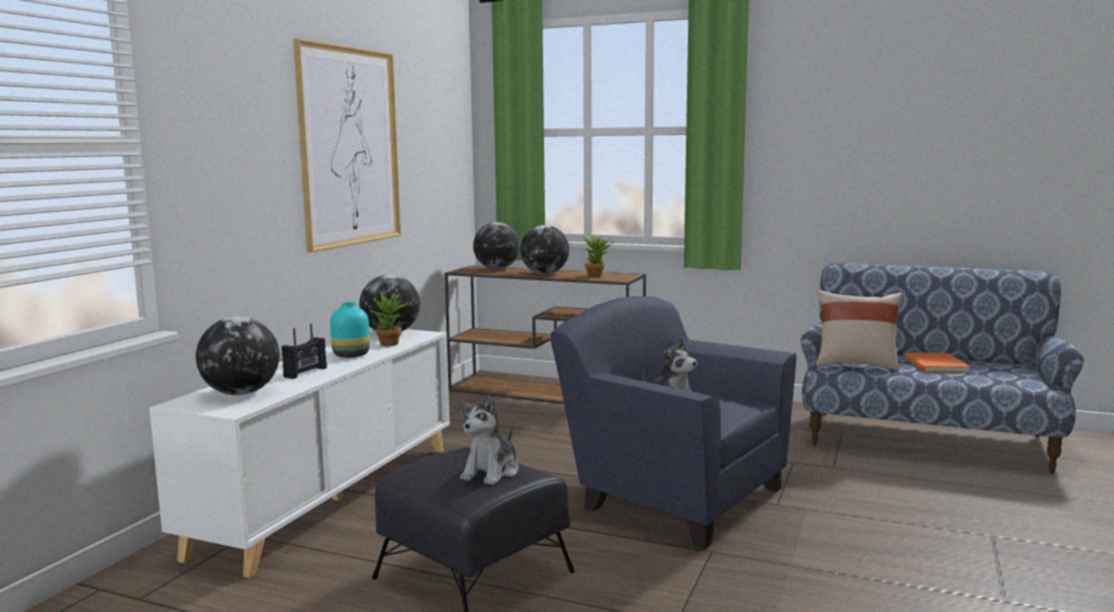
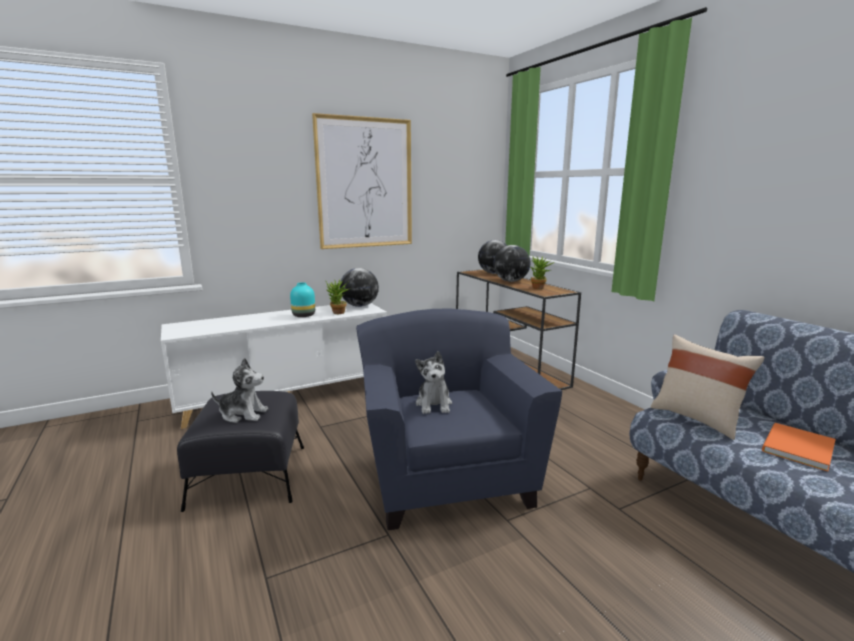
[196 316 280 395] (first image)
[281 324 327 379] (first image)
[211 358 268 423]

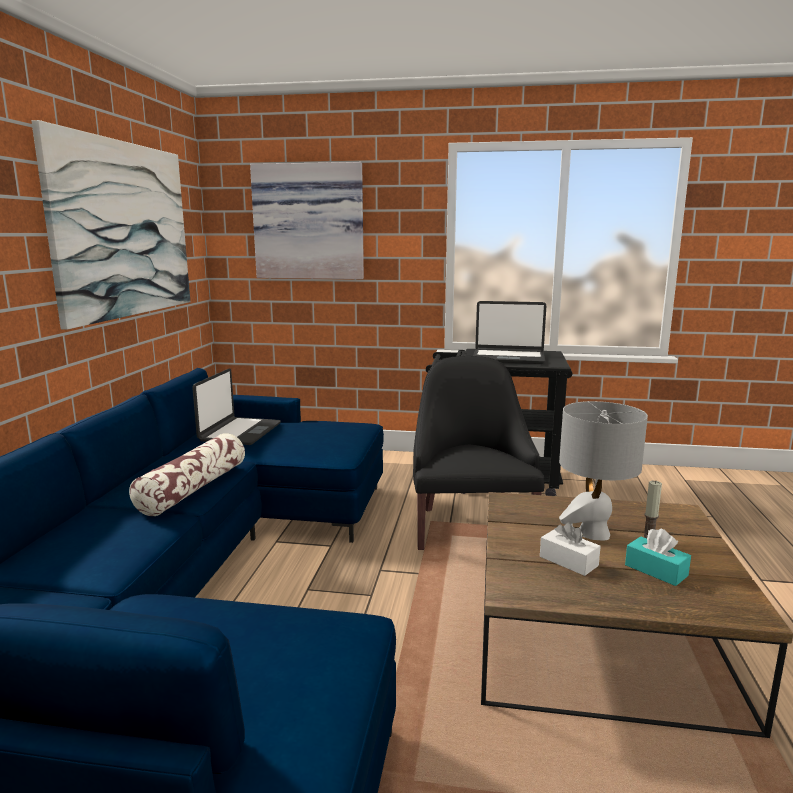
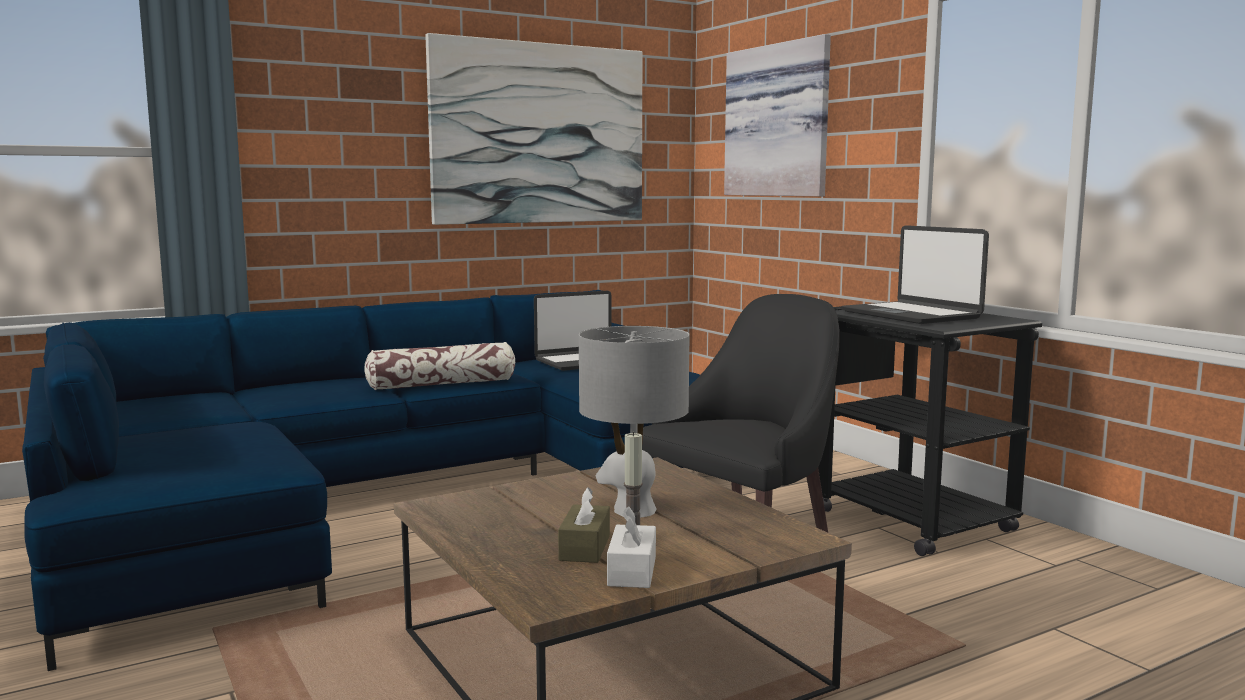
[607 506 656 588]
[558 487 610 563]

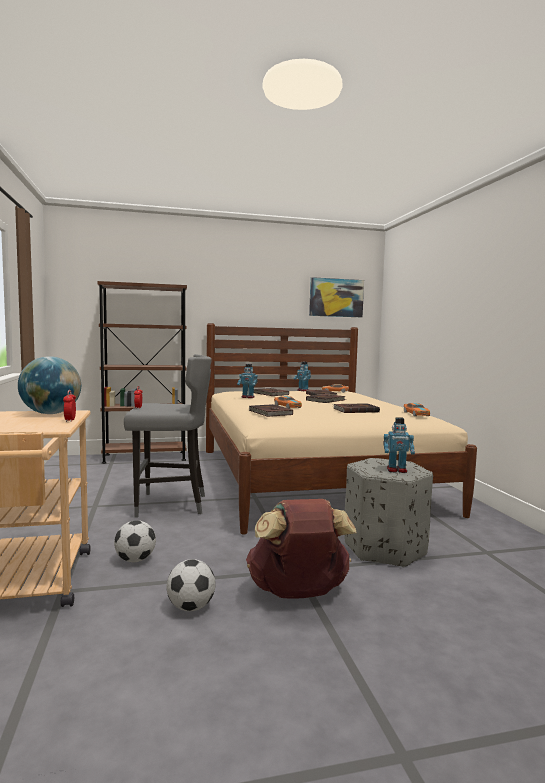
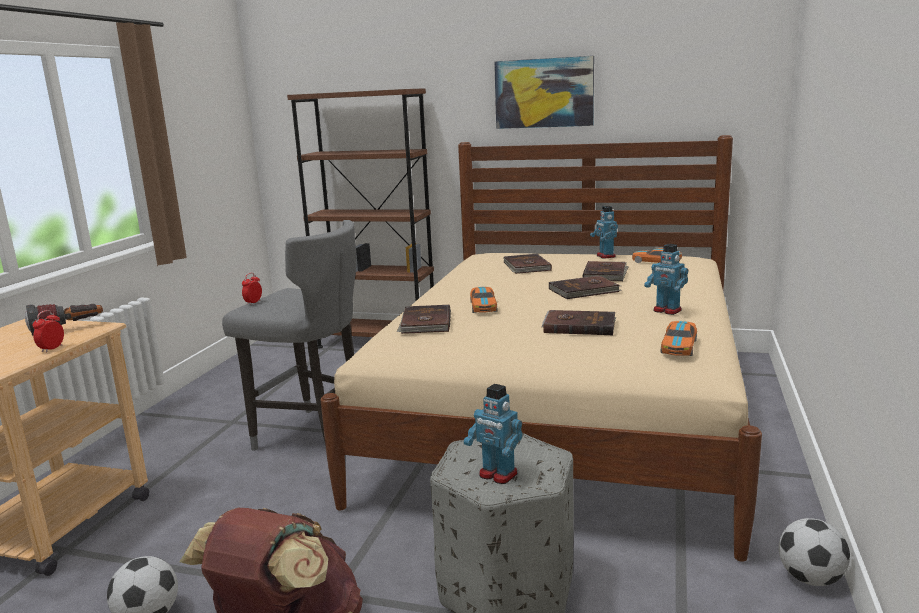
[778 518 850 586]
[644 244 688 315]
[494 56 594 129]
[25 304 103 335]

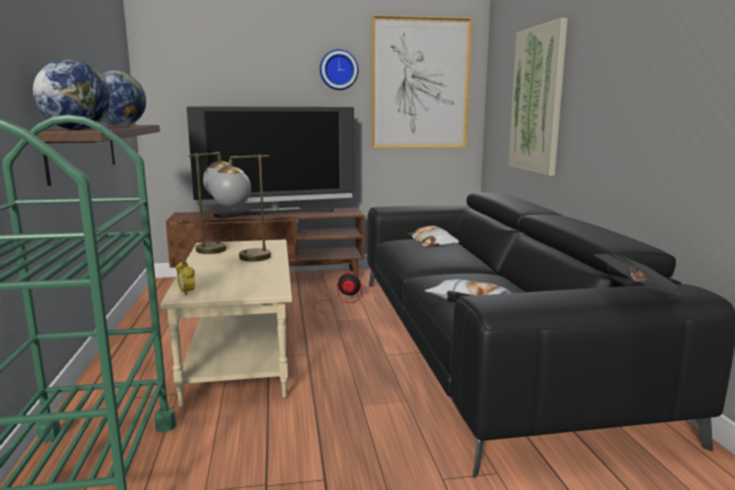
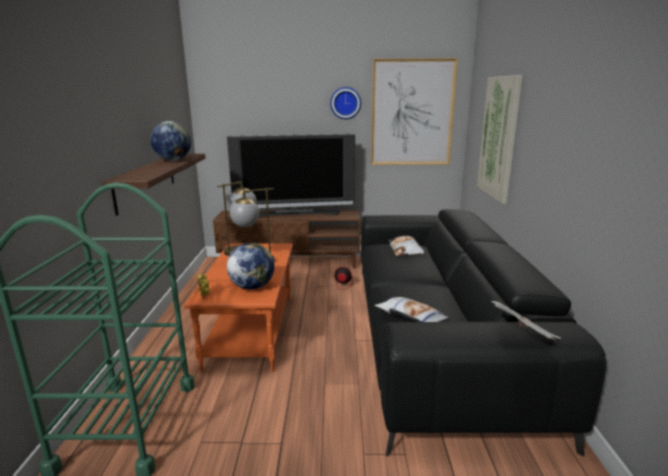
[227 243 275 290]
[184 243 293 372]

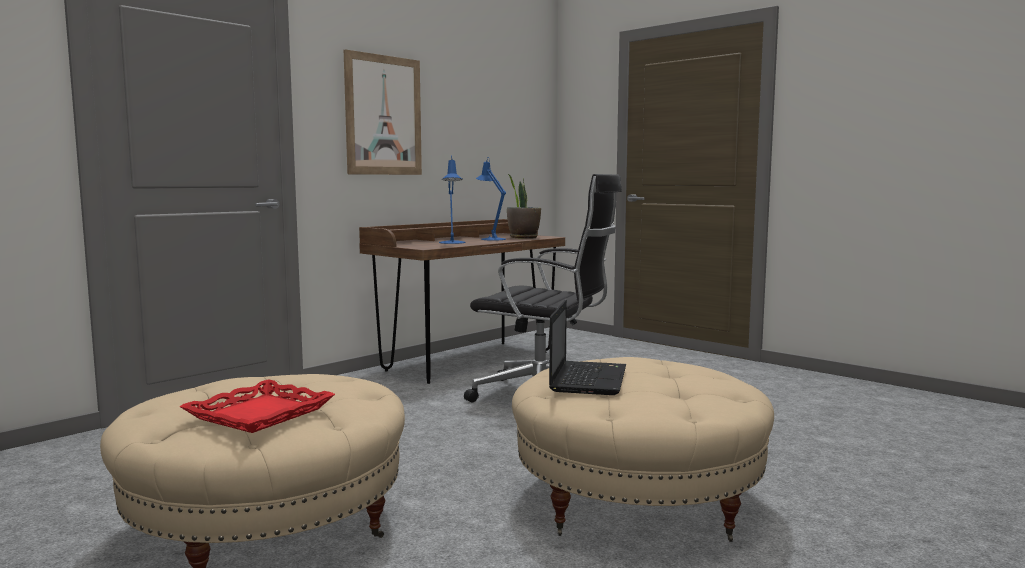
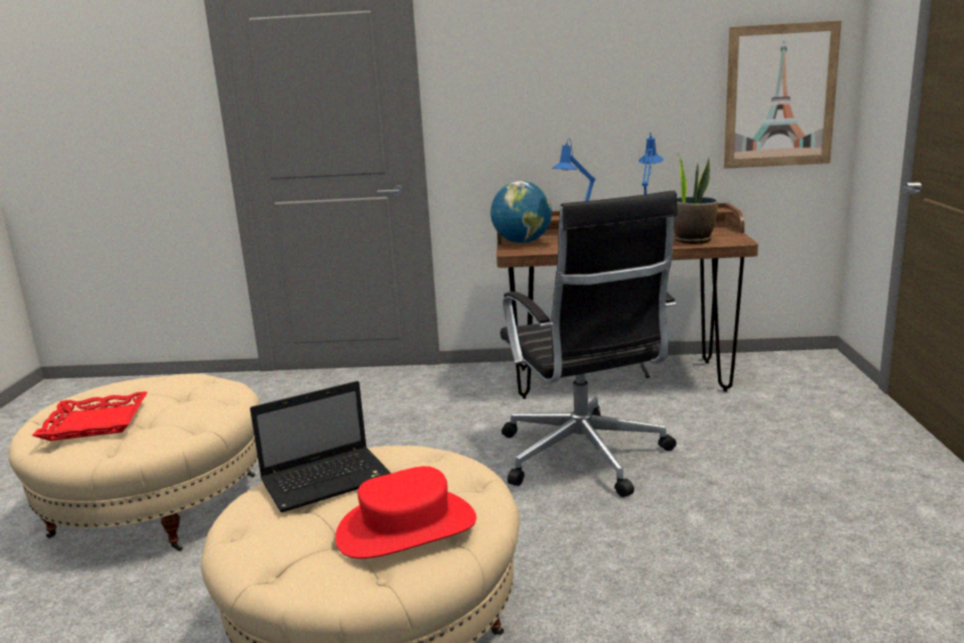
[335 466 476 559]
[491 181 552 243]
[724 20 842 169]

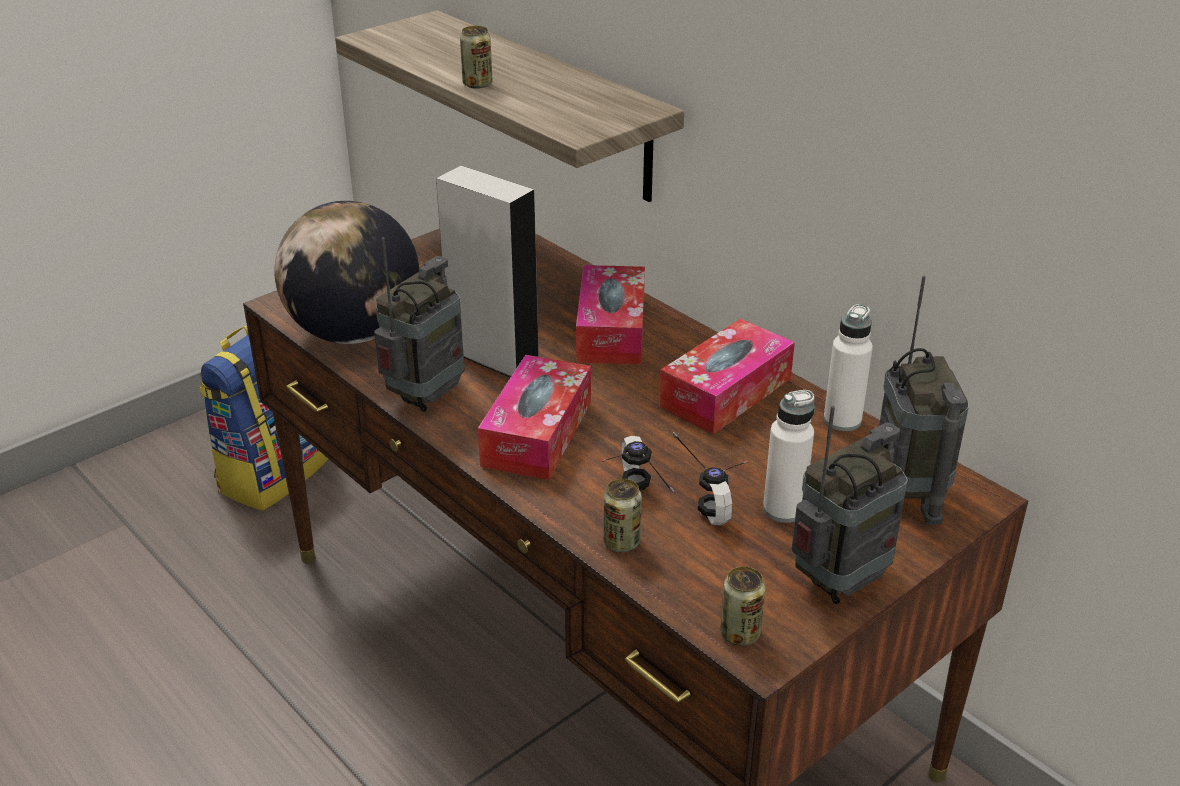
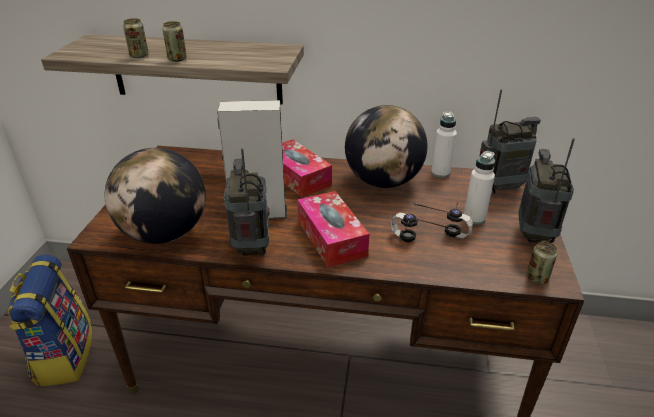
[123 18 149 58]
[345 105 428 188]
[479 89 541 194]

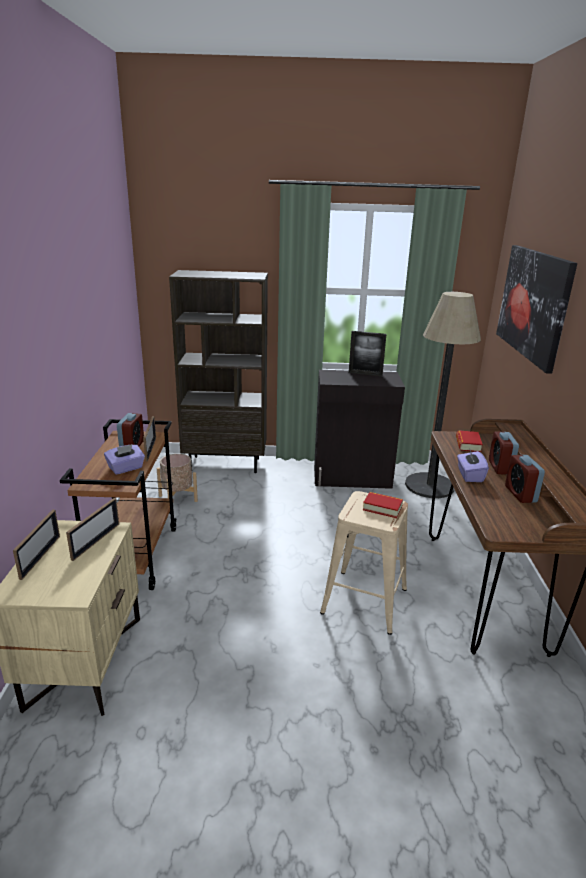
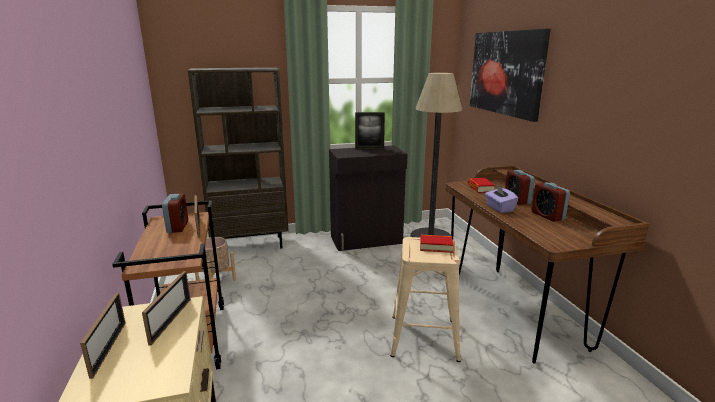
[104 444 145 475] (first image)

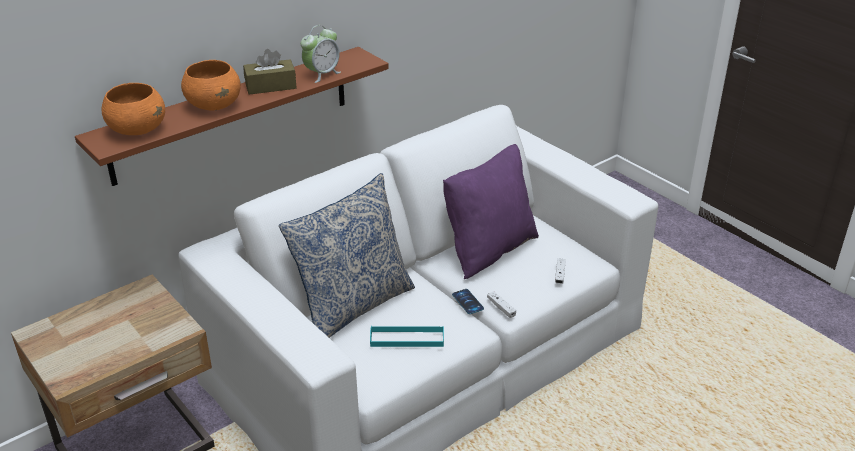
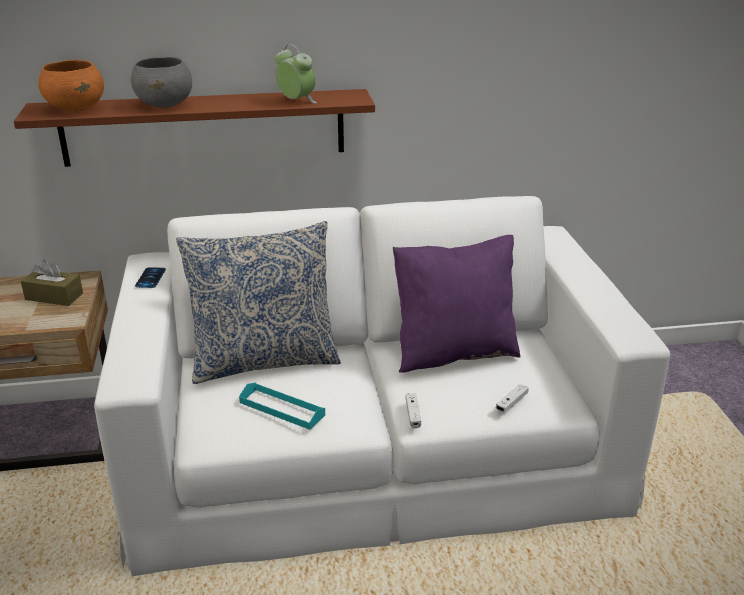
[21 260 83 306]
[135 267 166 288]
[131 57 192 108]
[275 44 317 104]

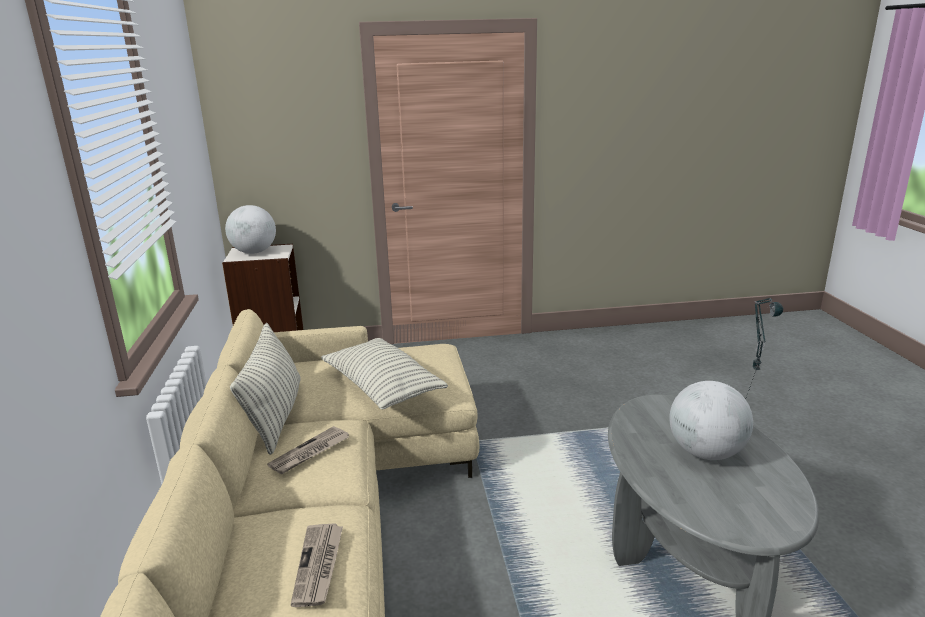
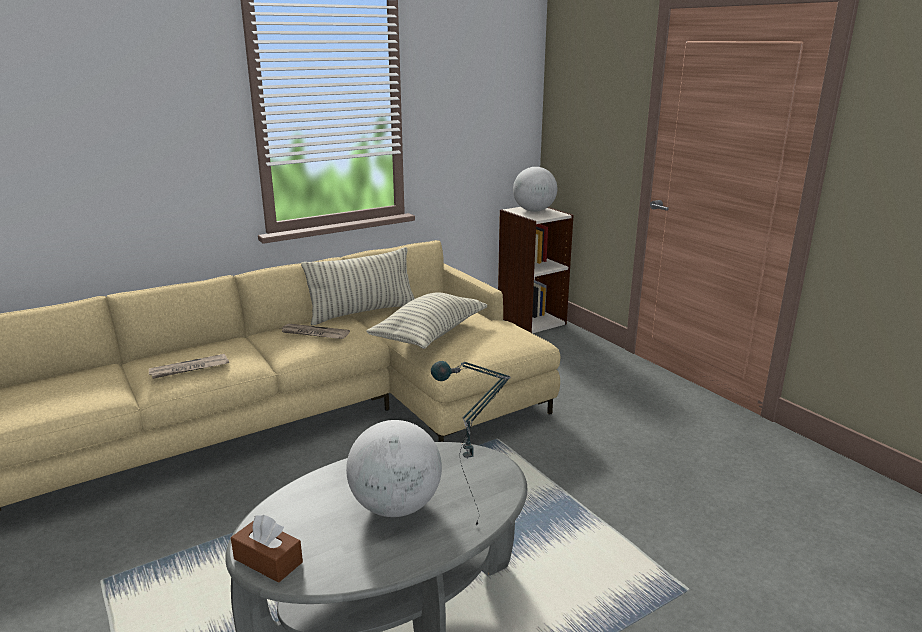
[231 515 303 583]

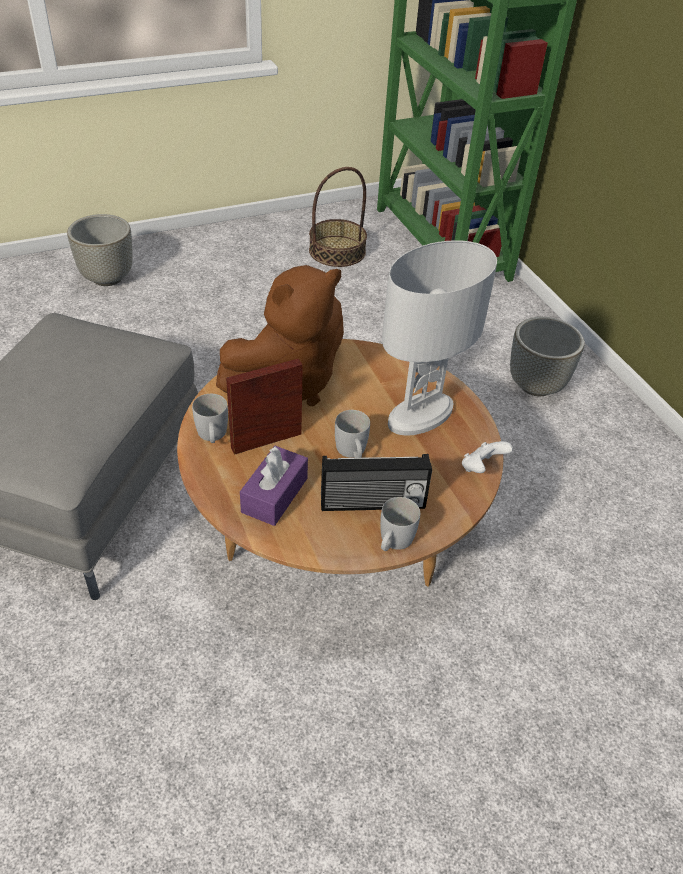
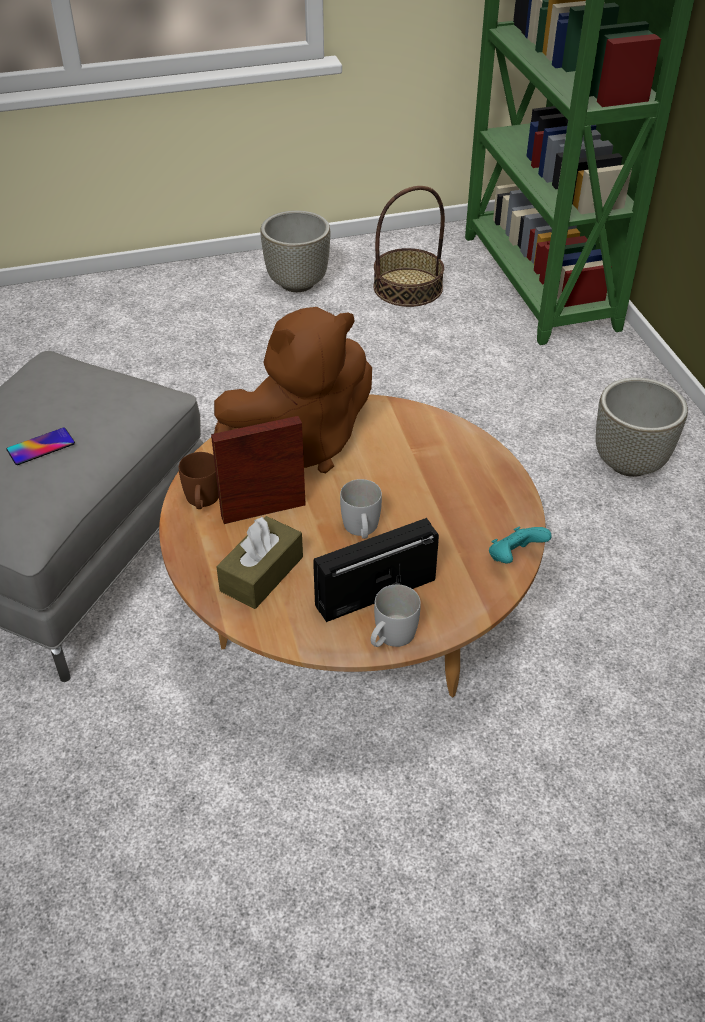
[382 240 497 435] (first image)
[7 428 75 465]
[260 210 330 292]
[179 452 219 509]
[216 516 303 609]
[489 527 552 564]
[313 518 439 622]

